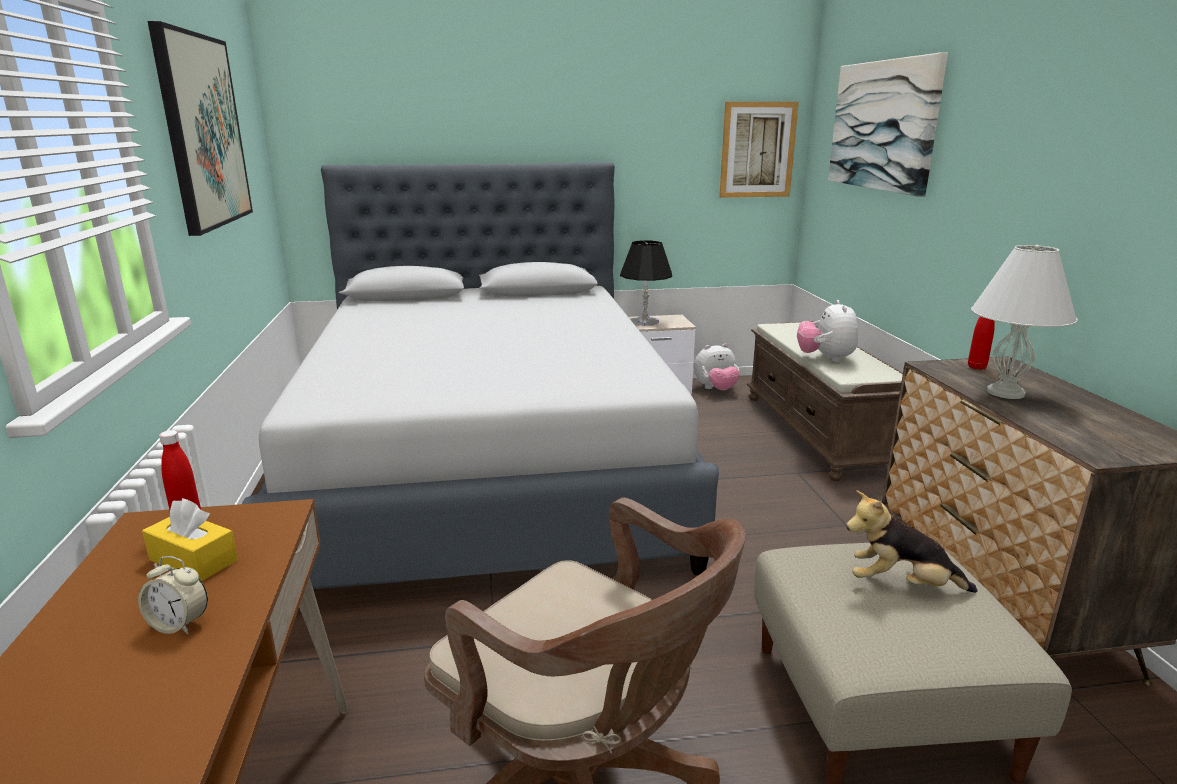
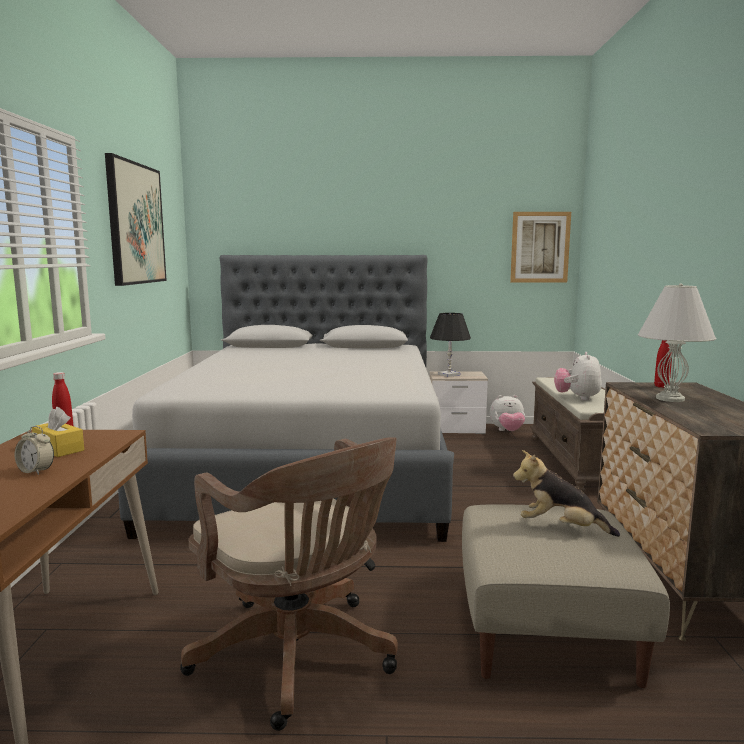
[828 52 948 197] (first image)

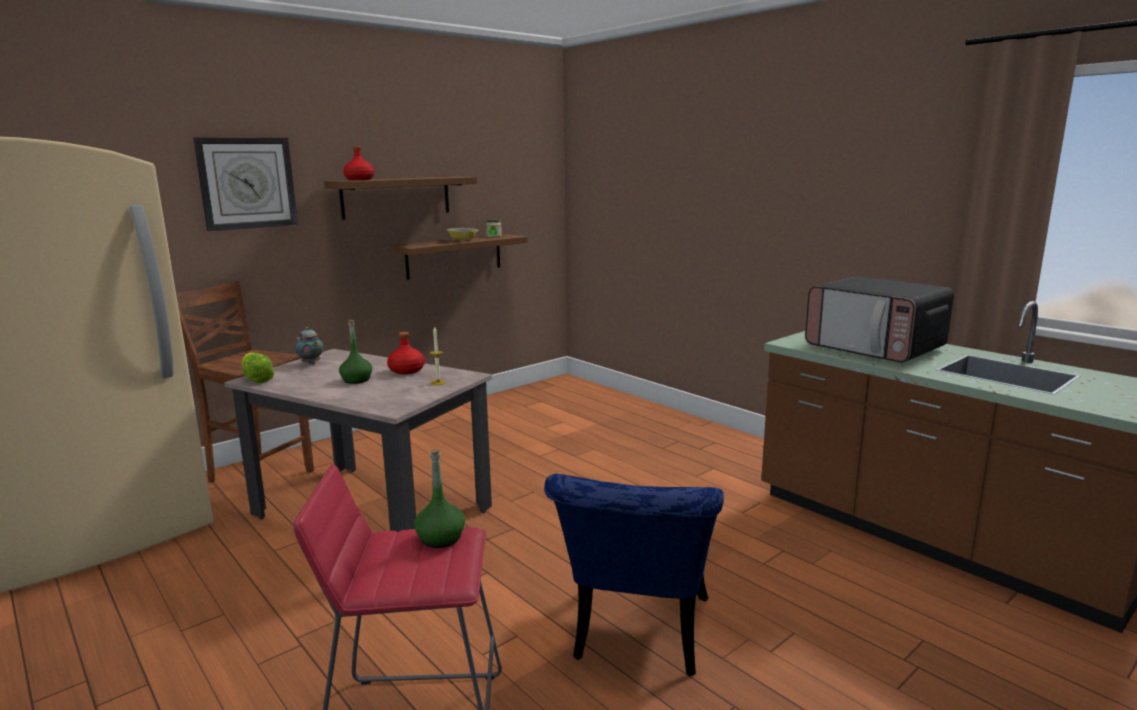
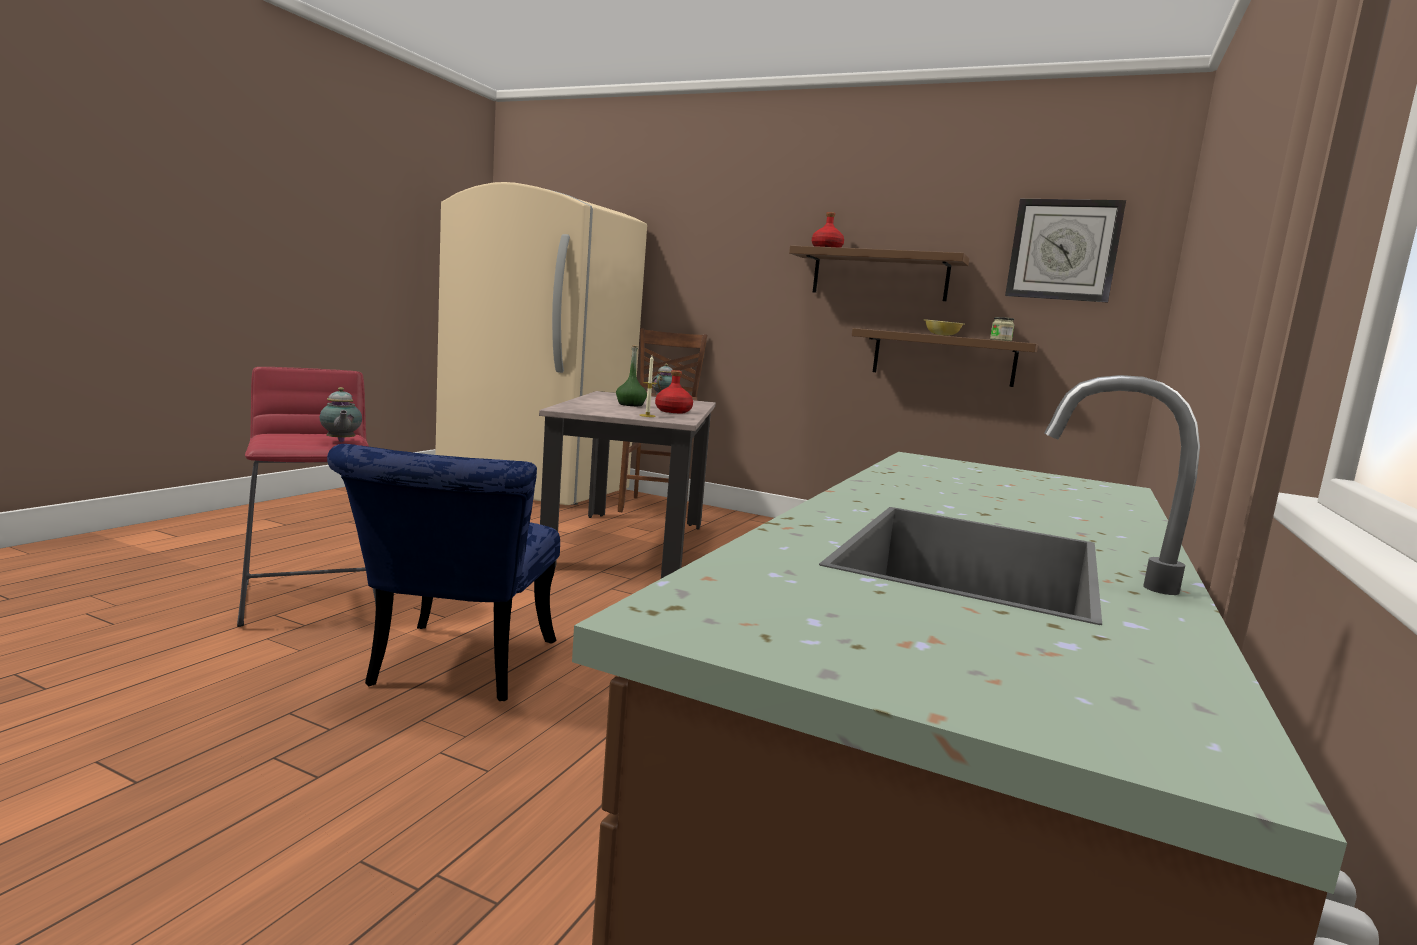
[241 352 274 383] (first image)
[805 276 954 363] (first image)
[1005 199 1126 302]
[319 387 362 442]
[327 444 560 701]

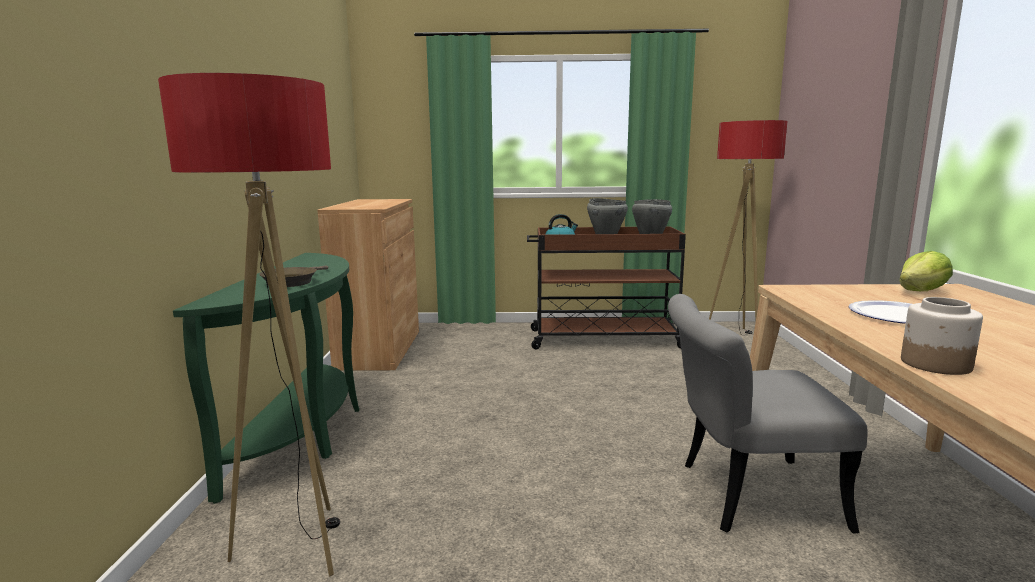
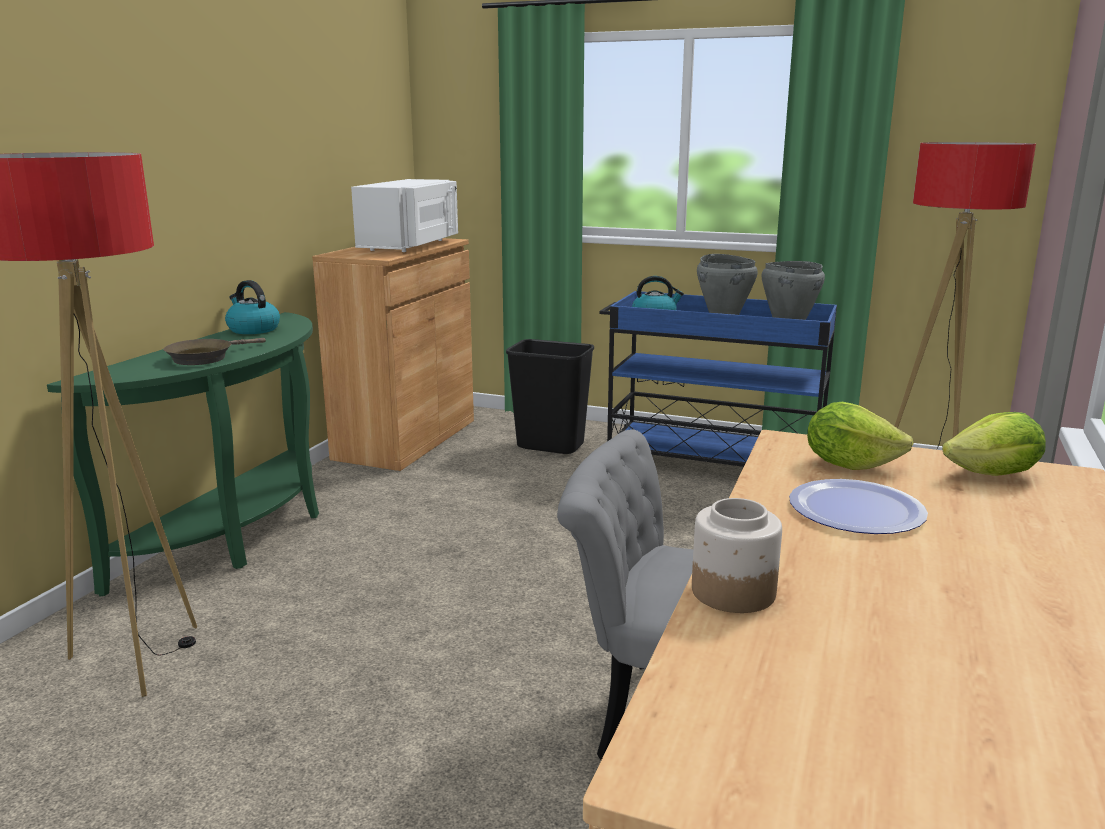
[225 280 280 334]
[351 179 458 252]
[506 339 594 454]
[807 402 913 470]
[600 291 837 467]

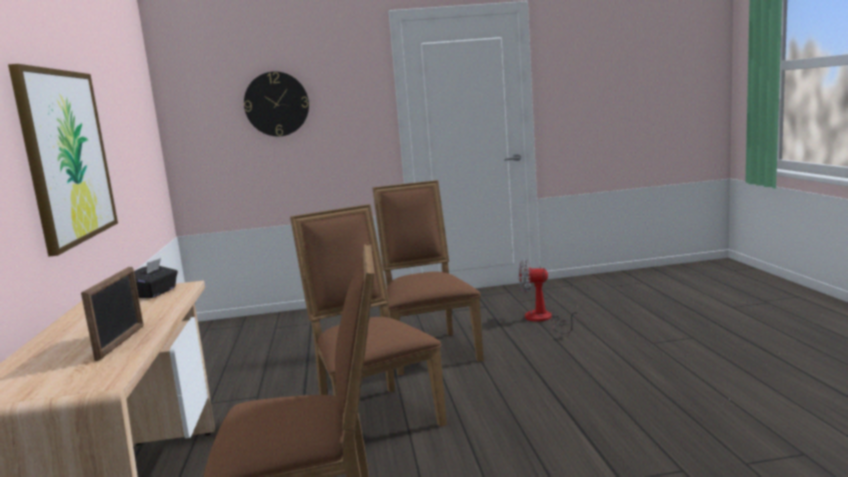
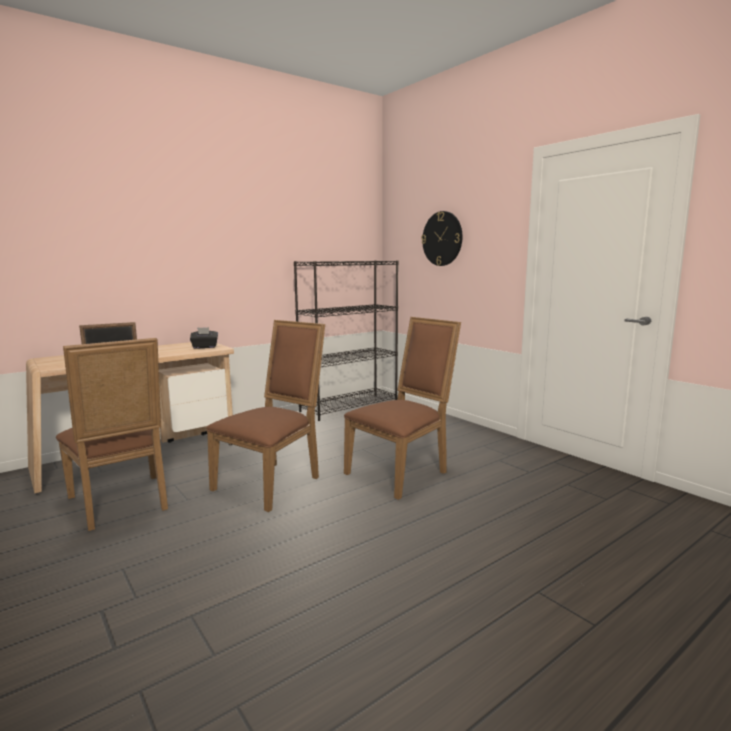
[8 64 118 257] (first image)
[519 259 578 334] (first image)
[294 260 398 421]

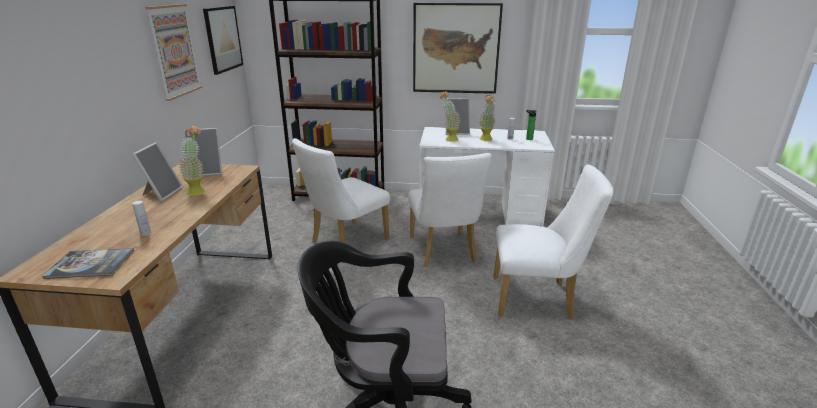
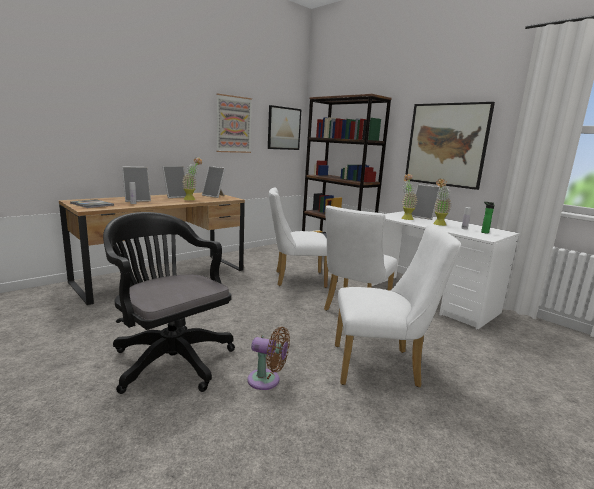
[122 166 151 202]
[247 327 290 390]
[335 225 461 387]

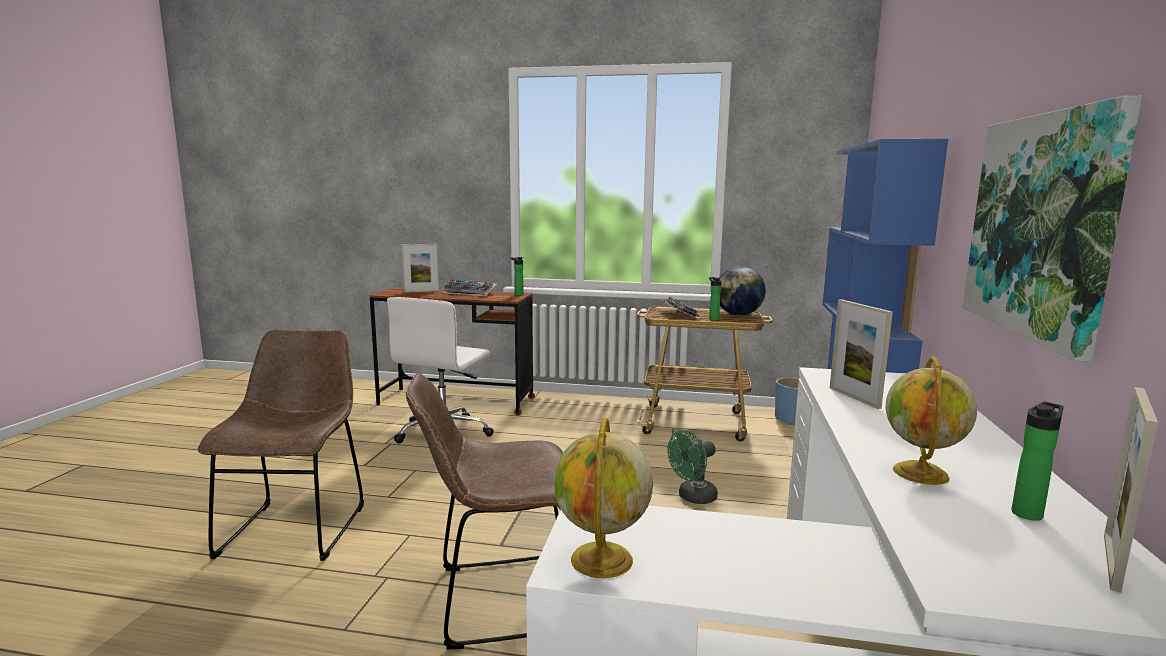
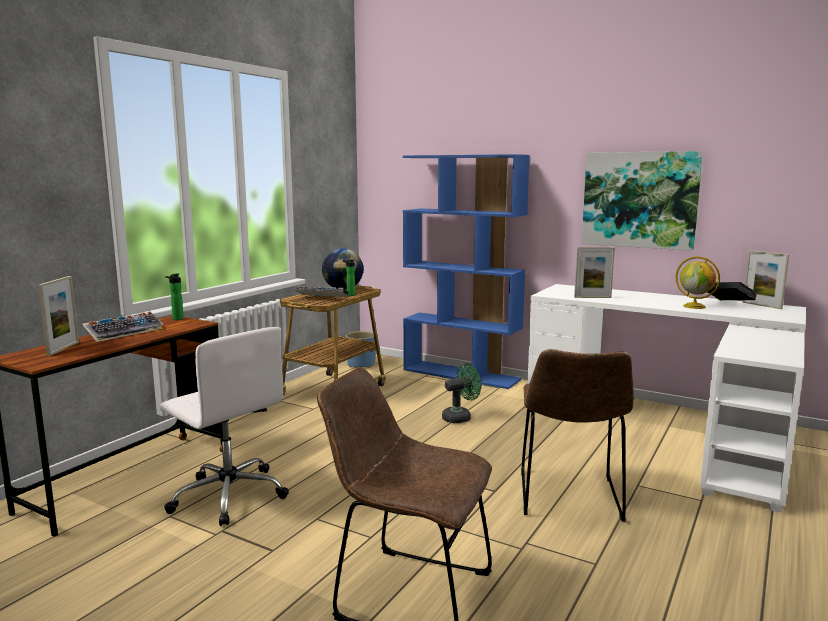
[554 417 653 578] (first image)
[708 282 758 301]
[442 364 481 423]

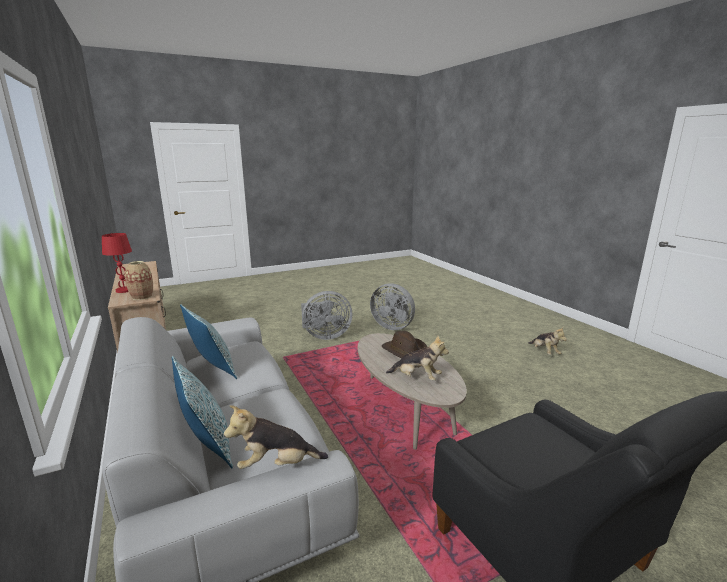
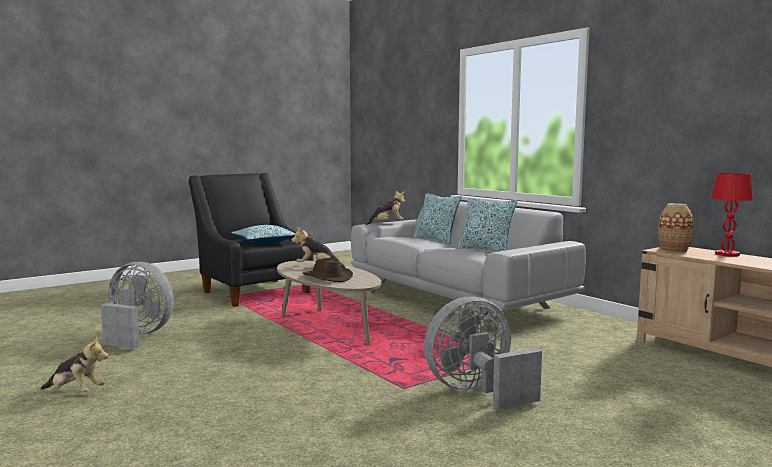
[231 225 295 244]
[101 262 174 349]
[41 336 109 392]

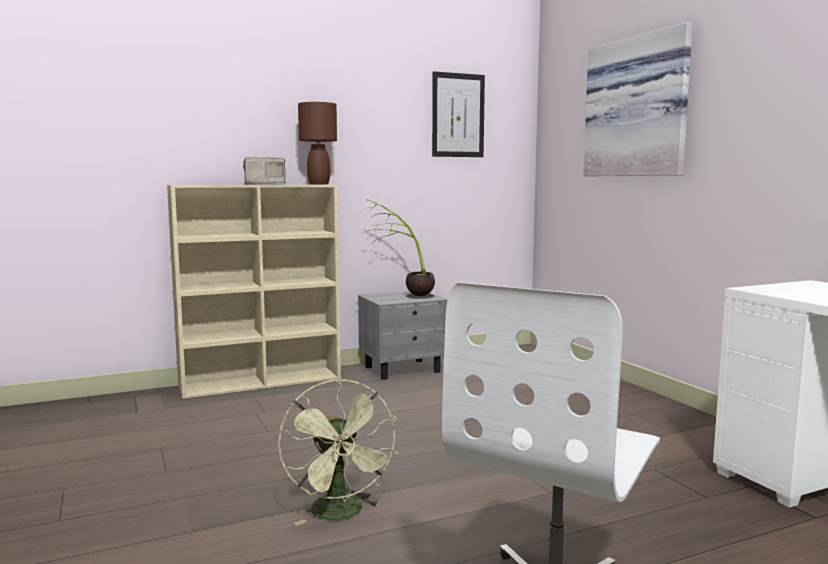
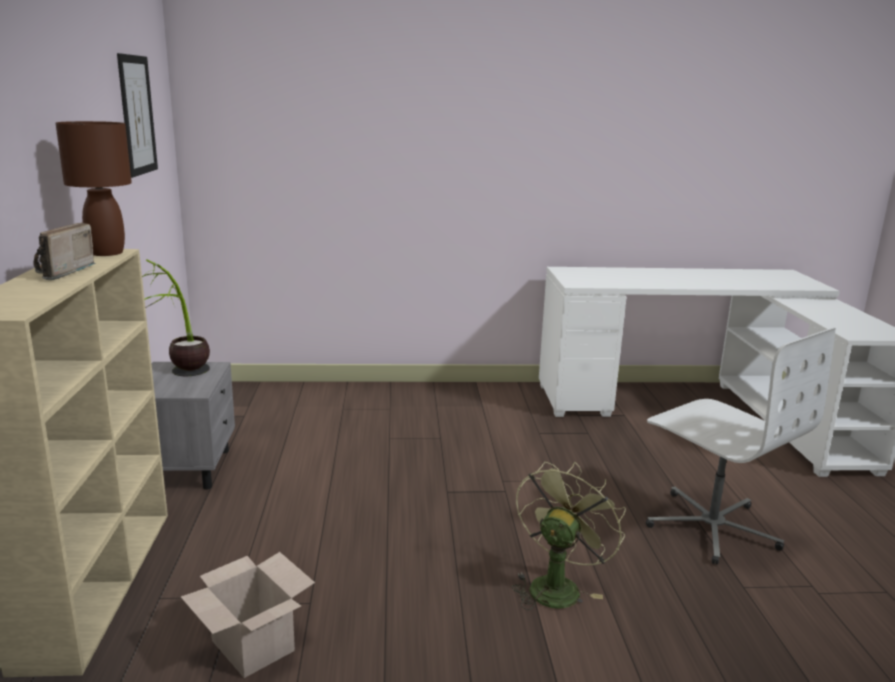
[583 22 692 176] (first image)
[181 552 315 678]
[512 462 626 610]

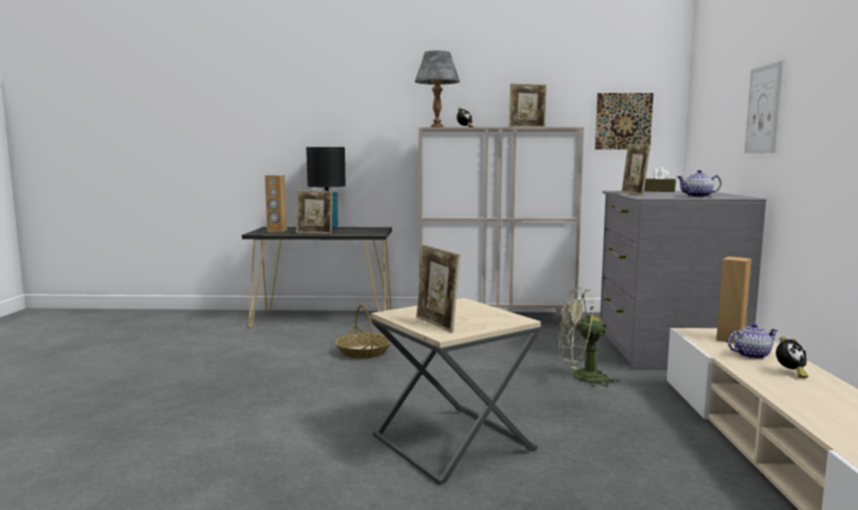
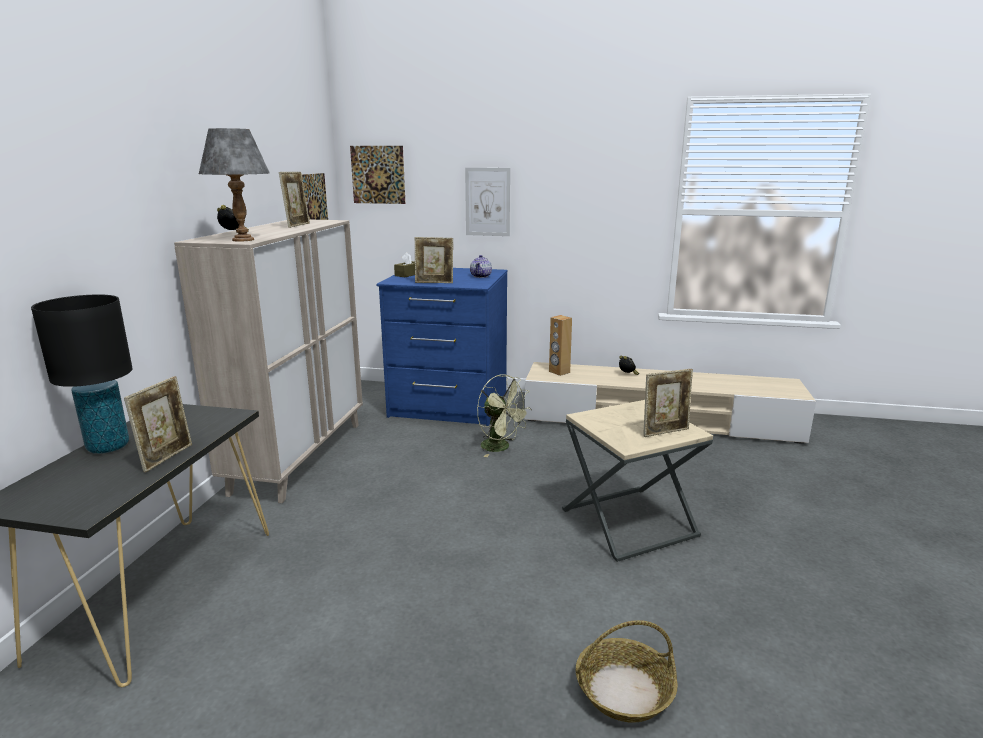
[265 175 287 232] (first image)
[728 323 778 359] (first image)
[350 146 405 204]
[576 620 678 723]
[376 268 507 426]
[477 374 532 457]

